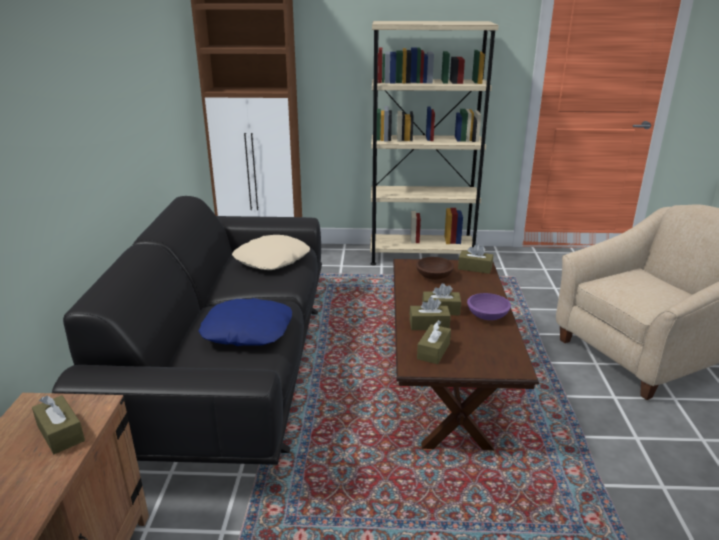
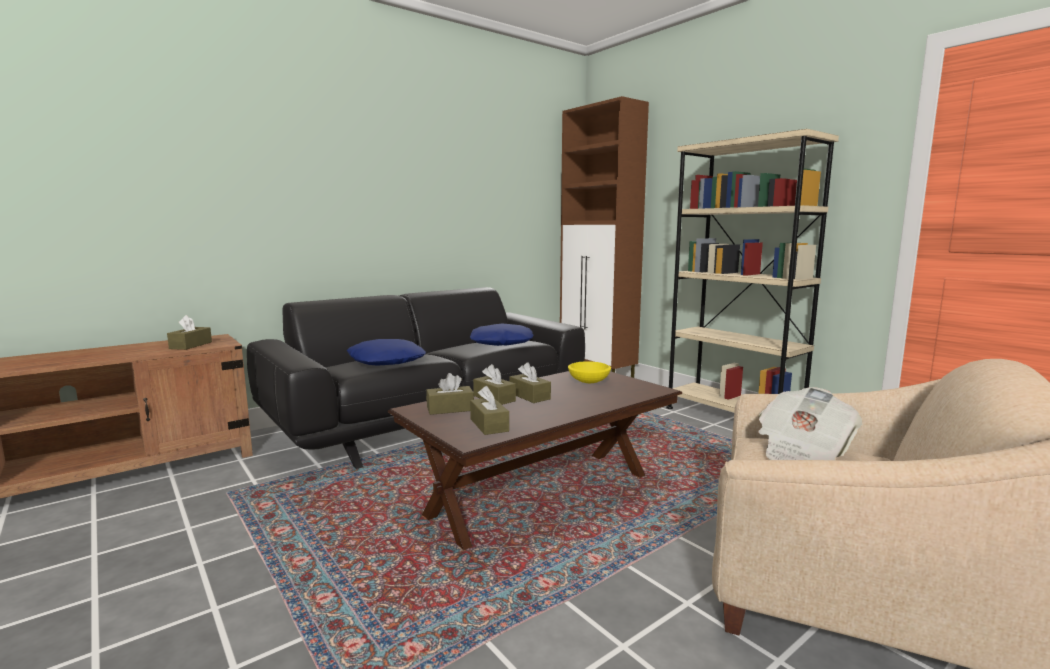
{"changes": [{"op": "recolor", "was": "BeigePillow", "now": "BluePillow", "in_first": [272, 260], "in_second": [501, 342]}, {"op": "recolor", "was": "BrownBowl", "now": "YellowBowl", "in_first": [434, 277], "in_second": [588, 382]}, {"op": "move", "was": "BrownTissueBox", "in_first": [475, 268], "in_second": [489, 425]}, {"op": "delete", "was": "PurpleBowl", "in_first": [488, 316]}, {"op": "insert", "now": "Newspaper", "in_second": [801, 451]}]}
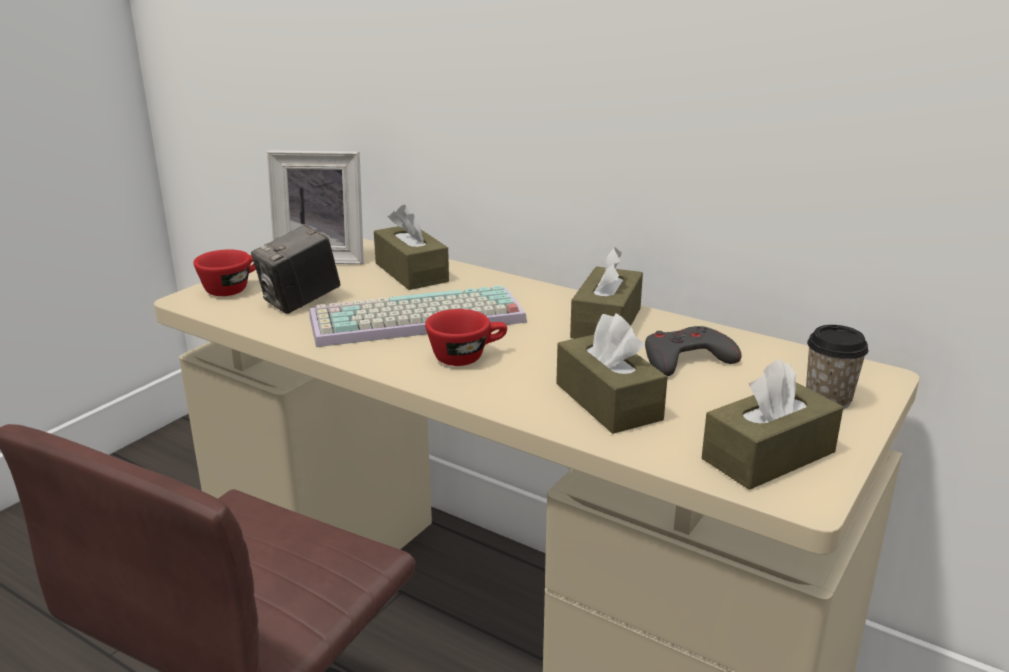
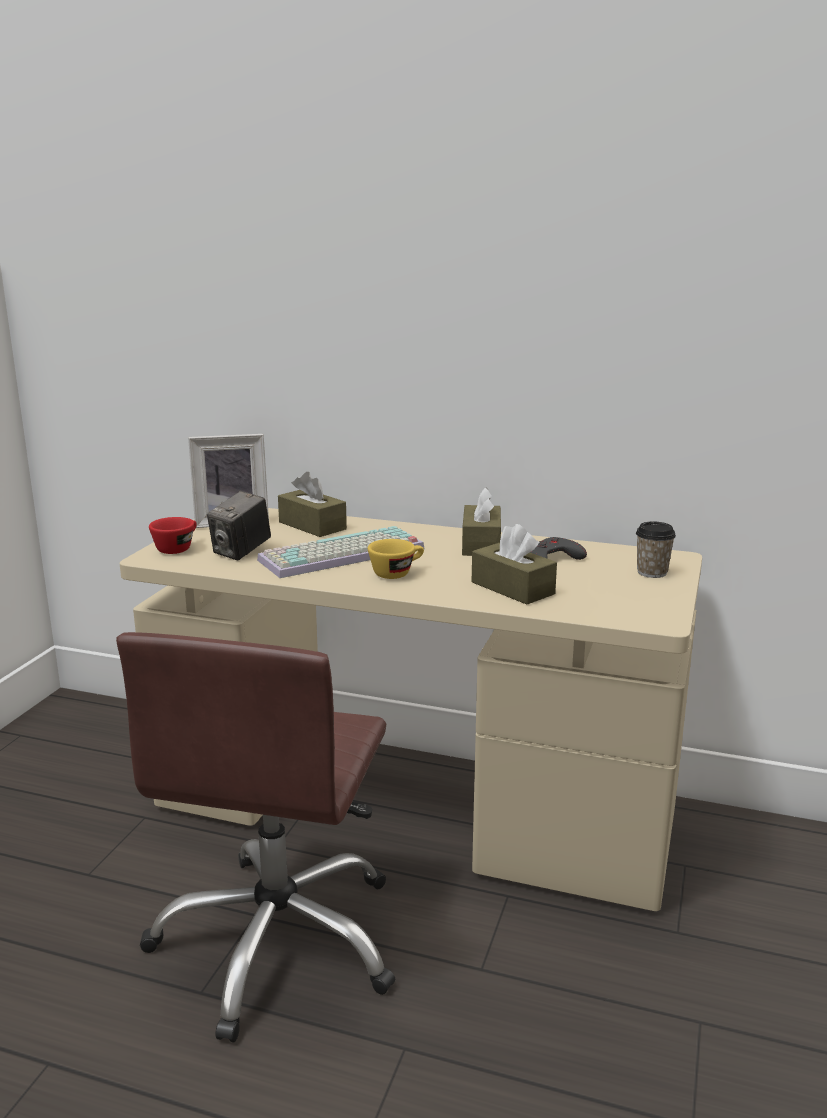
{"changes": [{"op": "recolor", "was": "RedCup", "now": "YellowCup", "in_first": [467, 356], "in_second": [397, 573]}, {"op": "delete", "was": "BrownTissueBox", "in_first": [768, 455]}]}
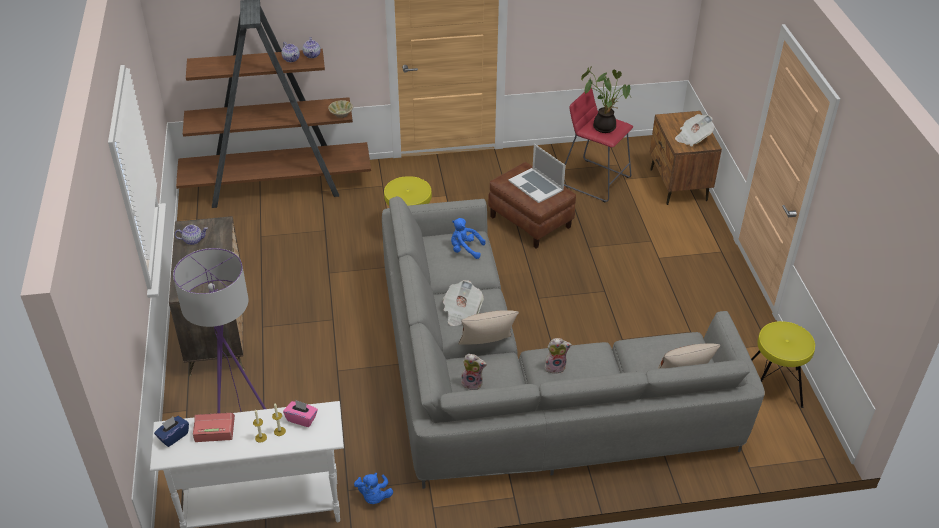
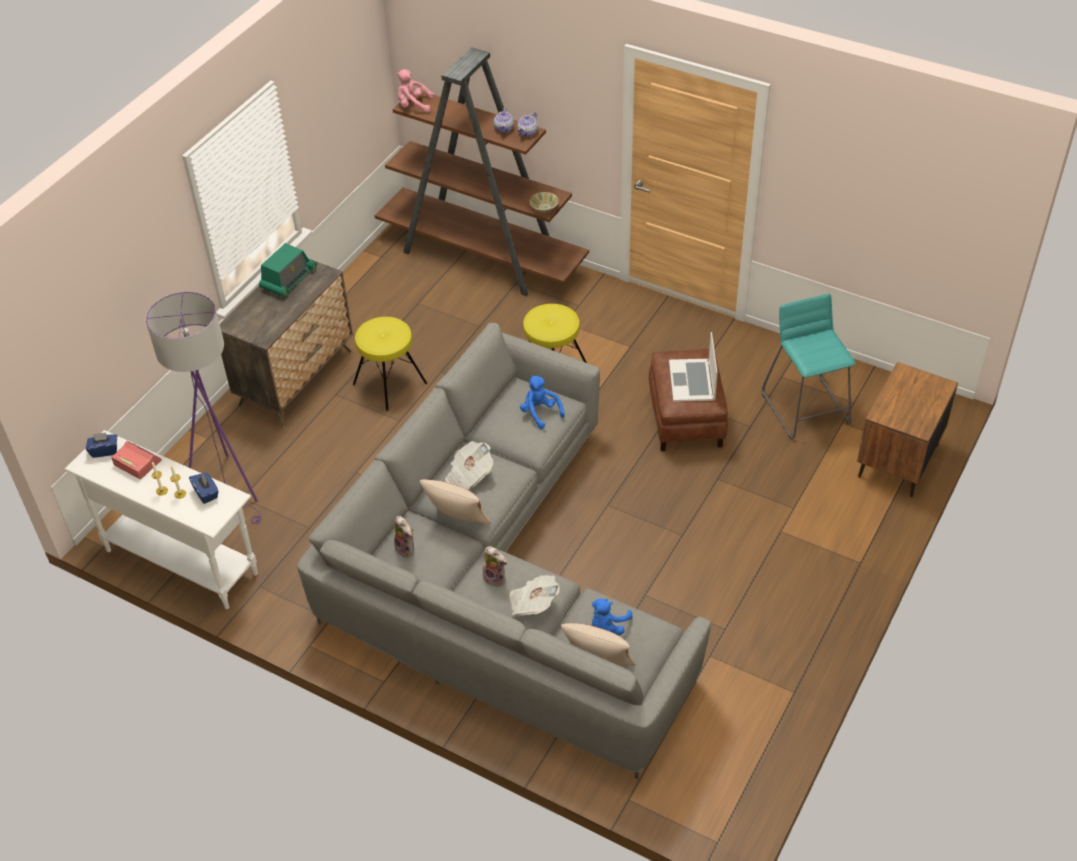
{"changes": [{"op": "replace", "was": "Teapot", "now": "Radio", "in_first": [193, 240], "in_second": [288, 279]}, {"op": "recolor", "was": "PinkTissueBox", "now": "BlueTissueBox", "in_first": [301, 419], "in_second": [206, 493]}, {"op": "move", "was": "BluePlushToy", "in_first": [374, 496], "in_second": [607, 626]}, {"op": "recolor", "was": "RedStool", "now": "TurquoiseStool", "in_first": [594, 180], "in_second": [806, 408]}, {"op": "delete", "was": "PottedPlant", "in_first": [604, 126]}, {"op": "move", "was": "Newspaper", "in_first": [692, 138], "in_second": [533, 603]}, {"op": "move", "was": "YellowStool", "in_first": [773, 385], "in_second": [390, 383]}, {"op": "insert", "now": "PinkPlushToy", "in_second": [413, 105]}]}
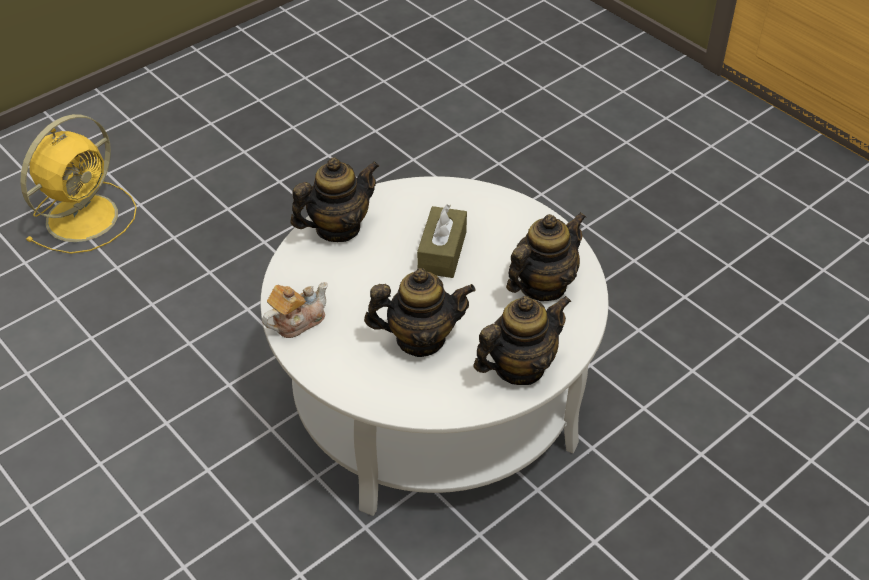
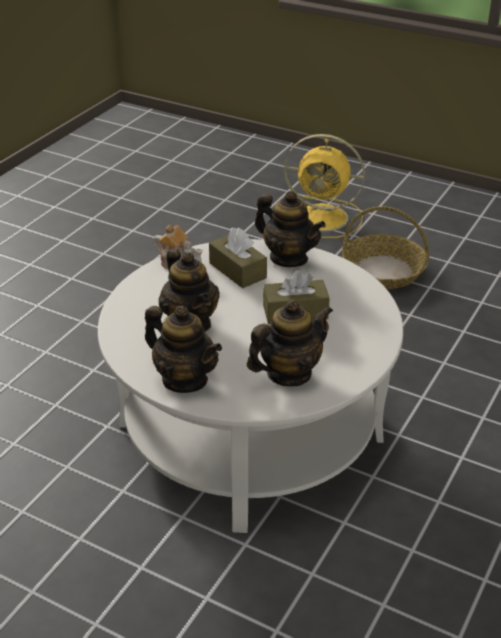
{"changes": [{"op": "rotate", "was": "Teapot", "in_first": [542, 286], "in_second": [289, 374], "clockwise": -60}, {"op": "insert", "now": "BrownTissueBox", "in_second": [237, 270]}, {"op": "insert", "now": "Basket", "in_second": [382, 271]}]}
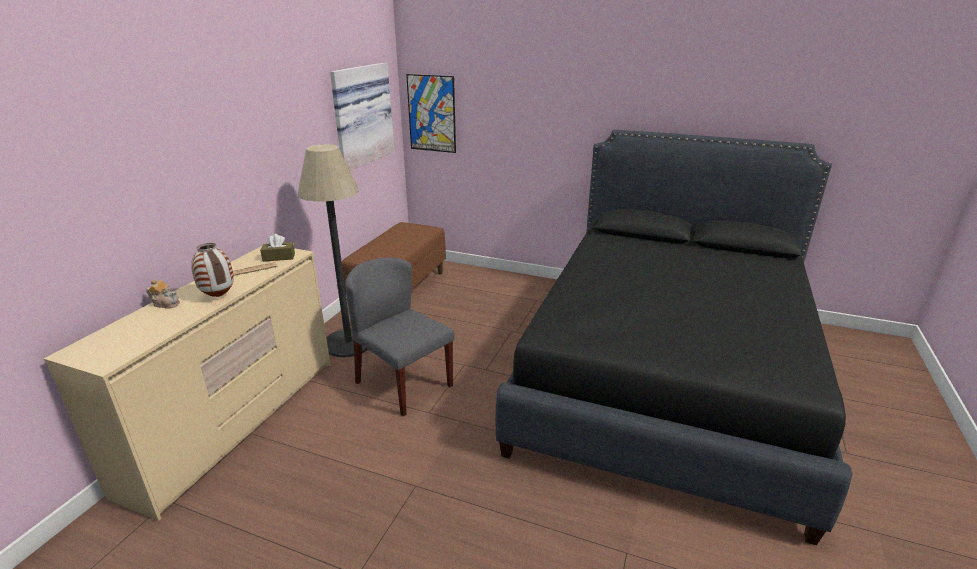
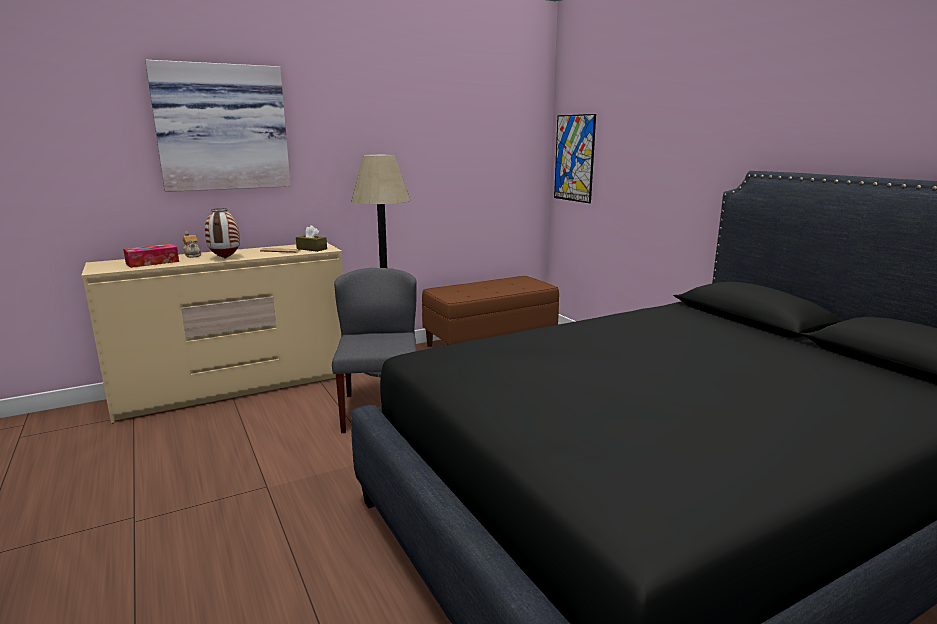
{"changes": [{"op": "move", "was": "Picture", "in_first": [360, 115], "in_second": [222, 128]}, {"op": "insert", "now": "TissueBox", "in_second": [152, 262]}]}
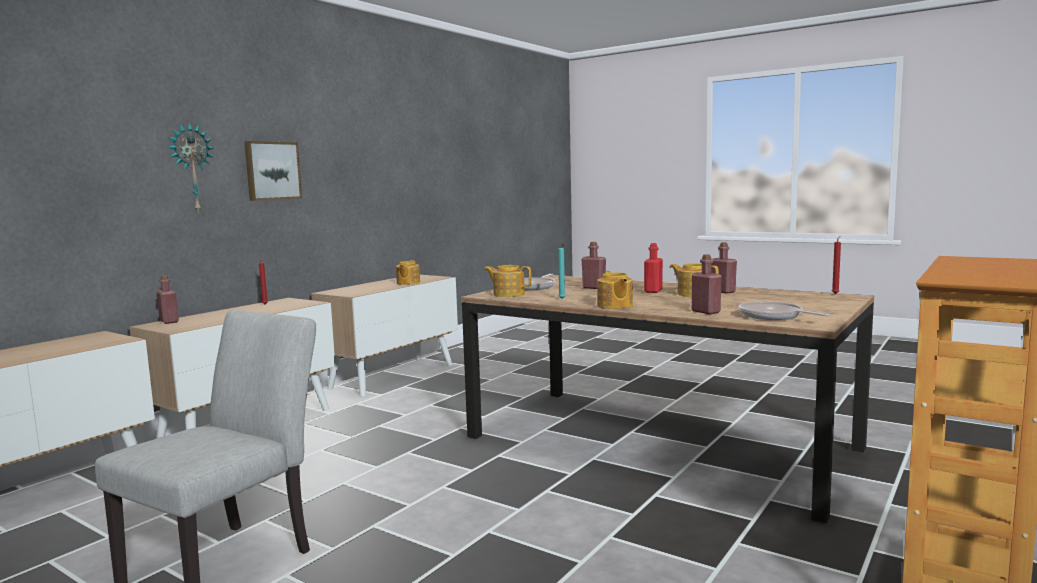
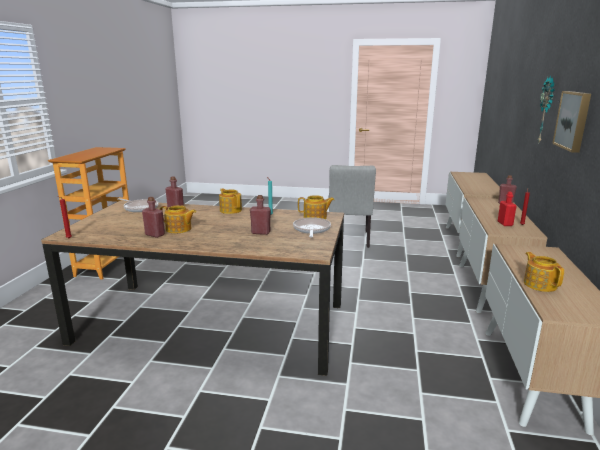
{"changes": [{"op": "move", "was": "RedBottle", "in_first": [653, 291], "in_second": [505, 224]}]}
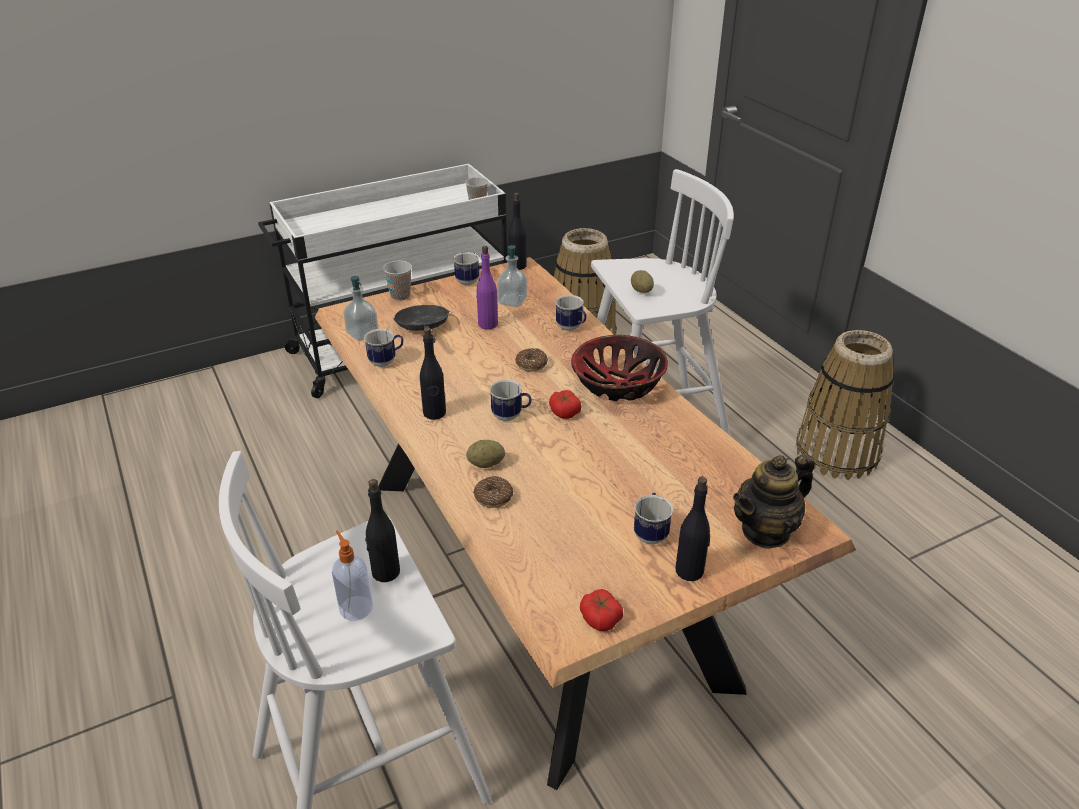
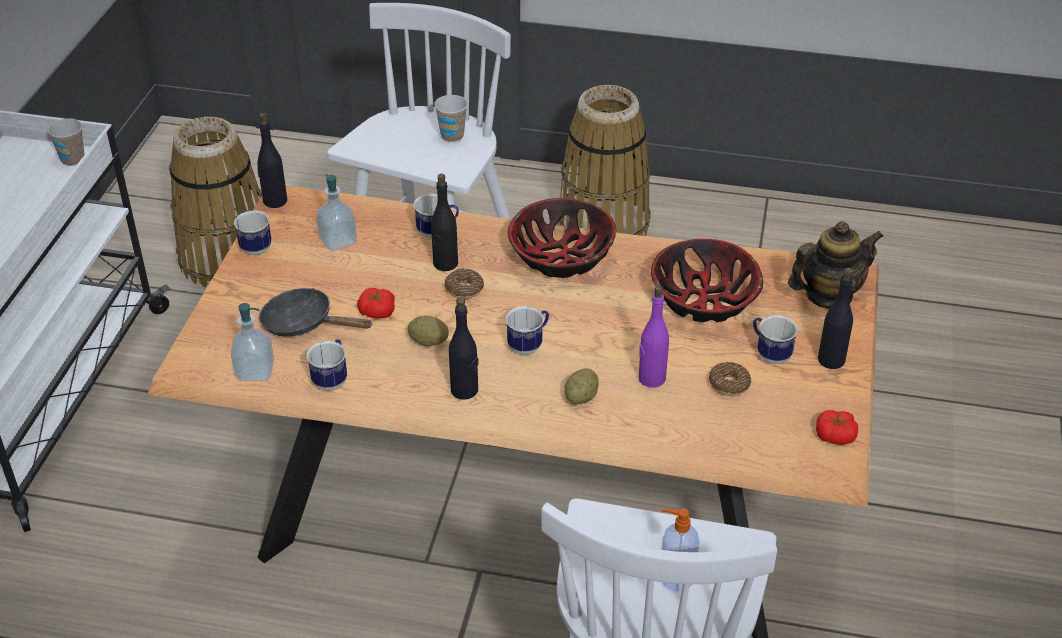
{"changes": [{"op": "move", "was": "BlackBottle", "in_first": [385, 572], "in_second": [445, 264]}, {"op": "move", "was": "Cup", "in_first": [400, 296], "in_second": [452, 136]}, {"op": "move", "was": "Donut", "in_first": [493, 497], "in_second": [729, 384]}, {"op": "move", "was": "PurpleBottle", "in_first": [487, 324], "in_second": [651, 378]}, {"op": "move", "was": "Tomato", "in_first": [564, 412], "in_second": [377, 311]}, {"op": "move", "was": "Potato", "in_first": [641, 291], "in_second": [428, 342]}, {"op": "rotate", "was": "Teapot", "in_first": [766, 531], "in_second": [828, 295], "clockwise": -120}, {"op": "insert", "now": "Bowl", "in_second": [704, 301]}]}
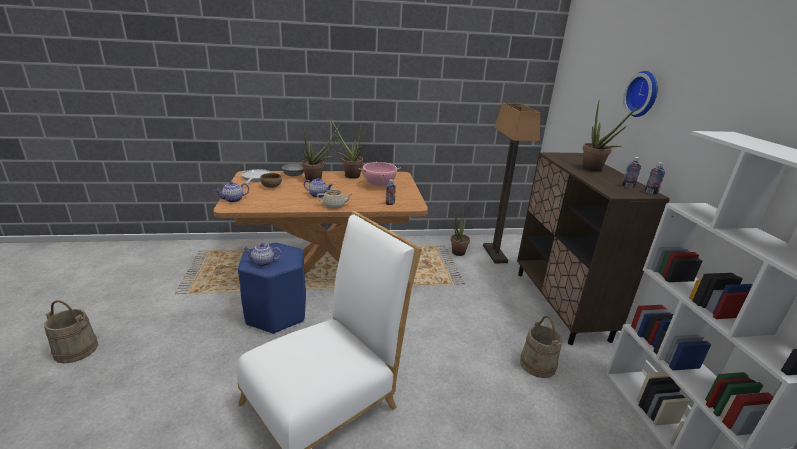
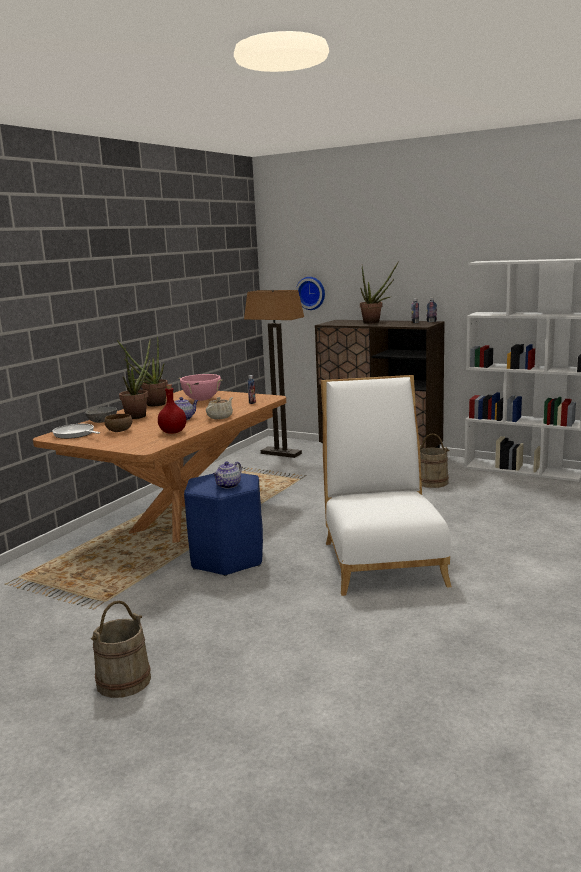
{"changes": [{"op": "delete", "was": "Teapot", "in_first": [233, 200]}, {"op": "delete", "was": "PottedPlant", "in_first": [457, 254]}, {"op": "move", "was": "WallClock", "in_first": [644, 94], "in_second": [311, 293]}, {"op": "insert", "now": "RedBottle", "in_second": [173, 432]}]}
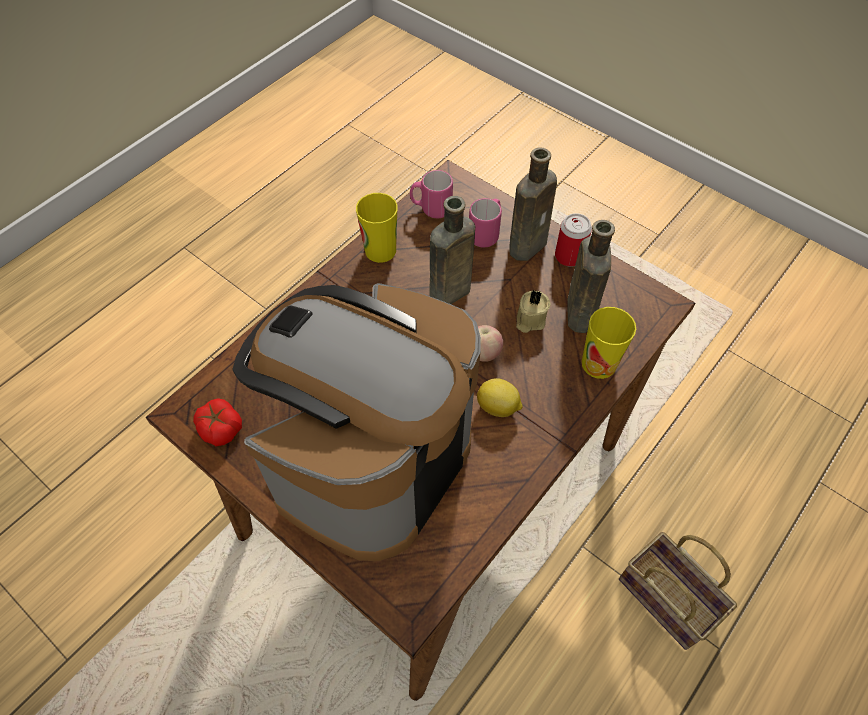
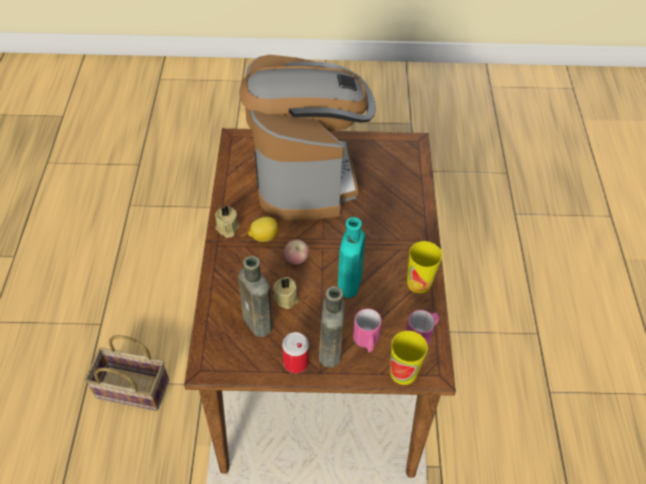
{"changes": [{"op": "delete", "was": "Tomato", "in_first": [220, 428]}, {"op": "recolor", "was": "BrownBottle", "now": "TurquoiseBottle", "in_first": [447, 294], "in_second": [350, 281]}, {"op": "move", "was": "Cup", "in_first": [598, 363], "in_second": [403, 372]}, {"op": "insert", "now": "BeigeCandle", "in_second": [227, 228]}]}
